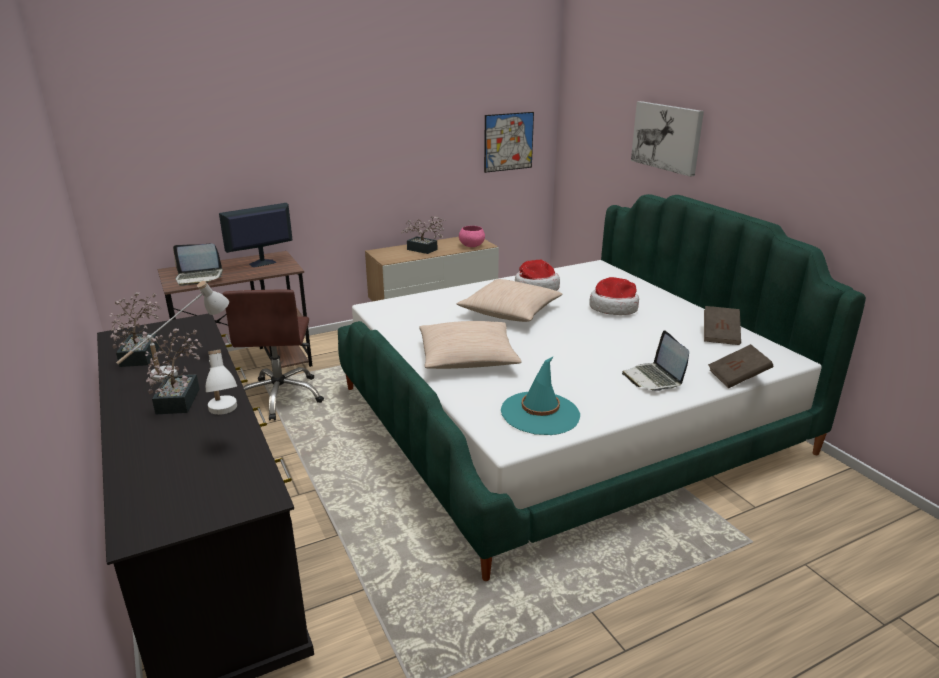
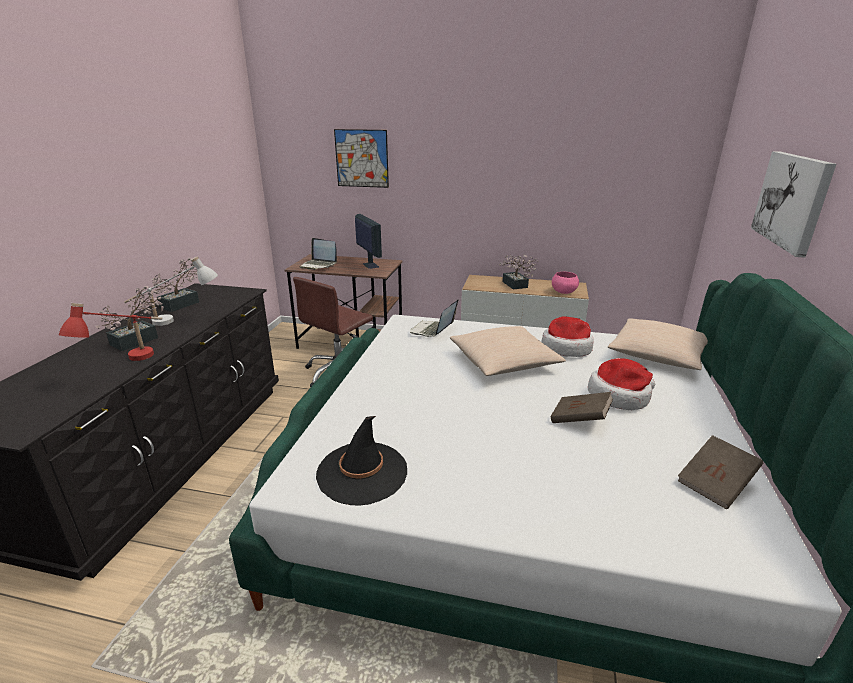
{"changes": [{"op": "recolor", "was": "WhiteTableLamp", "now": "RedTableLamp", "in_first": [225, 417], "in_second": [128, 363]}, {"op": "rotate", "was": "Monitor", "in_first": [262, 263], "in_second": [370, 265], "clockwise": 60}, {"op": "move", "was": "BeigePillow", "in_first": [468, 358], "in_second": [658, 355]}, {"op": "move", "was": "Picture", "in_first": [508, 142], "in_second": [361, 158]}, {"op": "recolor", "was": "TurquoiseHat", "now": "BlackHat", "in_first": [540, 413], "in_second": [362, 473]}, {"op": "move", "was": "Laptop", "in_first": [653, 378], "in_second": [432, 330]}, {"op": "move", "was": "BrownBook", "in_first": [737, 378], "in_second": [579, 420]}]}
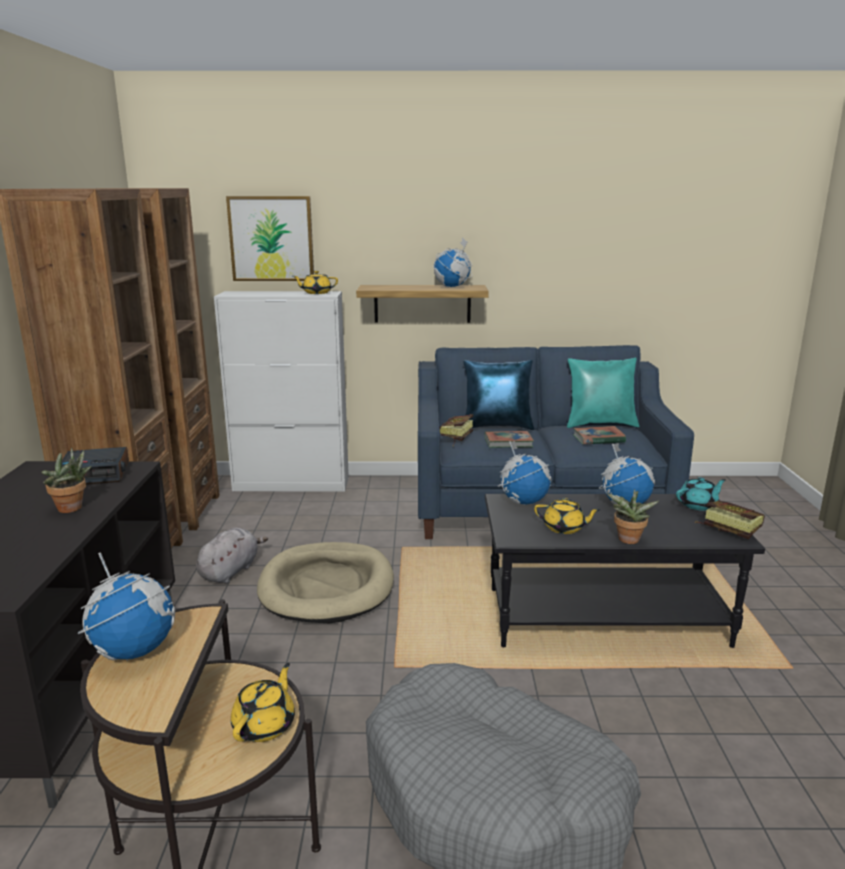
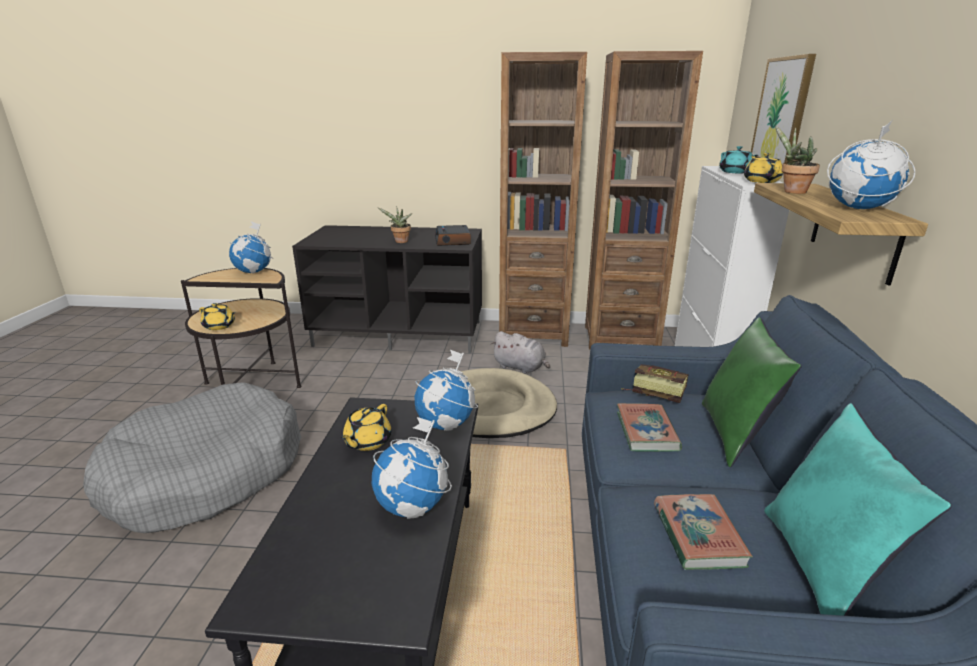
{"changes": [{"op": "recolor", "was": "BluePillow", "now": "GreenPillow", "in_first": [497, 426], "in_second": [735, 435]}, {"op": "move", "was": "PottedPlant", "in_first": [627, 541], "in_second": [791, 191]}, {"op": "move", "was": "TurquoiseTeapot", "in_first": [698, 505], "in_second": [735, 172]}, {"op": "delete", "was": "Book", "in_first": [726, 529]}]}
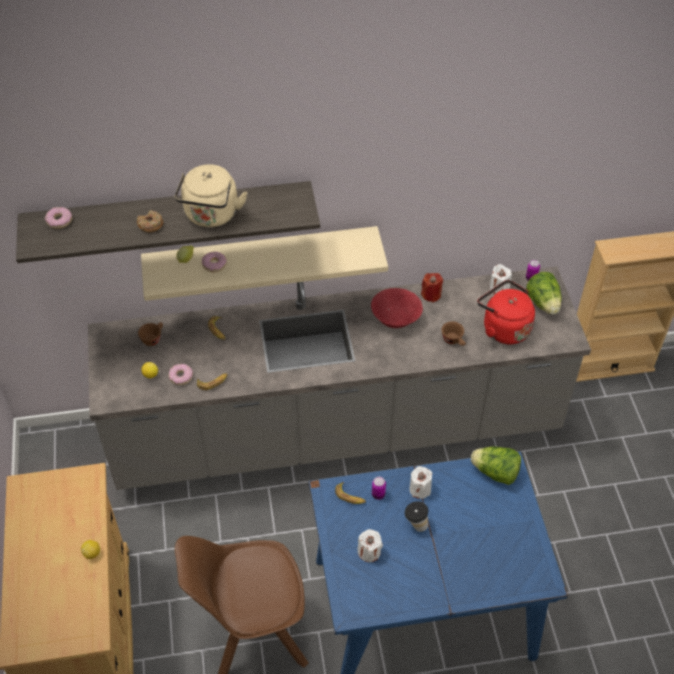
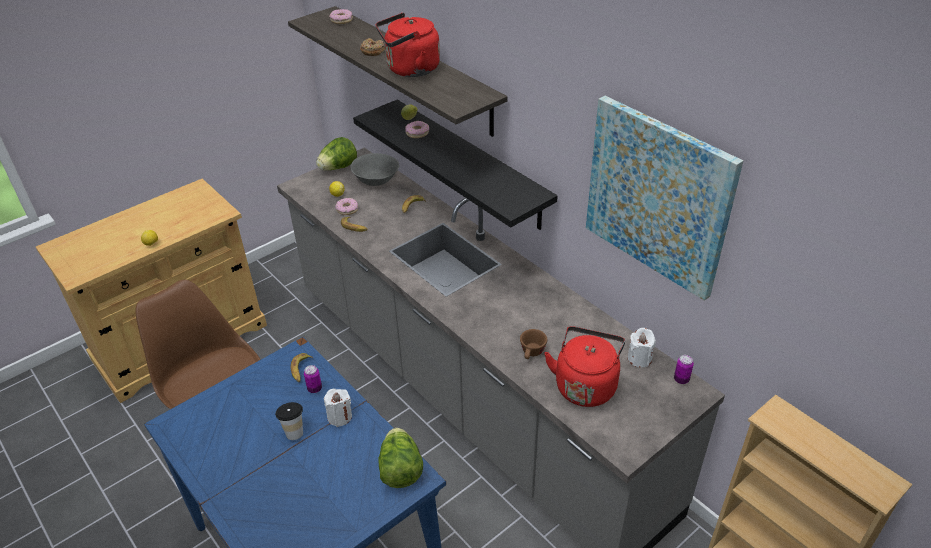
{"changes": [{"op": "replace", "was": "BrownCup", "now": "GreyBowl", "in_first": [153, 338], "in_second": [375, 180]}, {"op": "recolor", "was": "BeigeShelf", "now": "BlackShelf", "in_first": [261, 256], "in_second": [470, 163]}, {"op": "recolor", "was": "BeigeKettle", "now": "RedKettle", "in_first": [211, 216], "in_second": [410, 70]}, {"op": "delete", "was": "WhiteCandle", "in_first": [369, 552]}, {"op": "delete", "was": "RedBowl", "in_first": [395, 318]}, {"op": "delete", "was": "RedCandle", "in_first": [431, 295]}, {"op": "move", "was": "Lettuce", "in_first": [543, 303], "in_second": [338, 167]}, {"op": "insert", "now": "Picture", "in_second": [658, 196]}]}
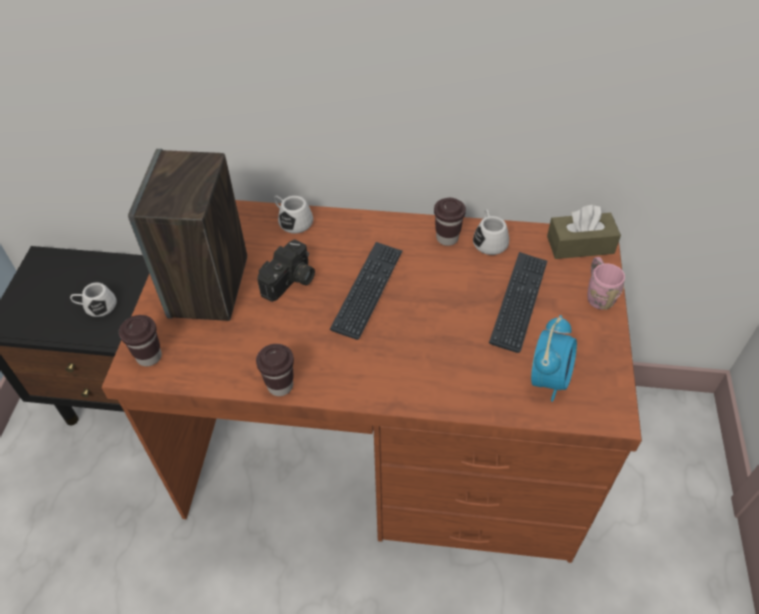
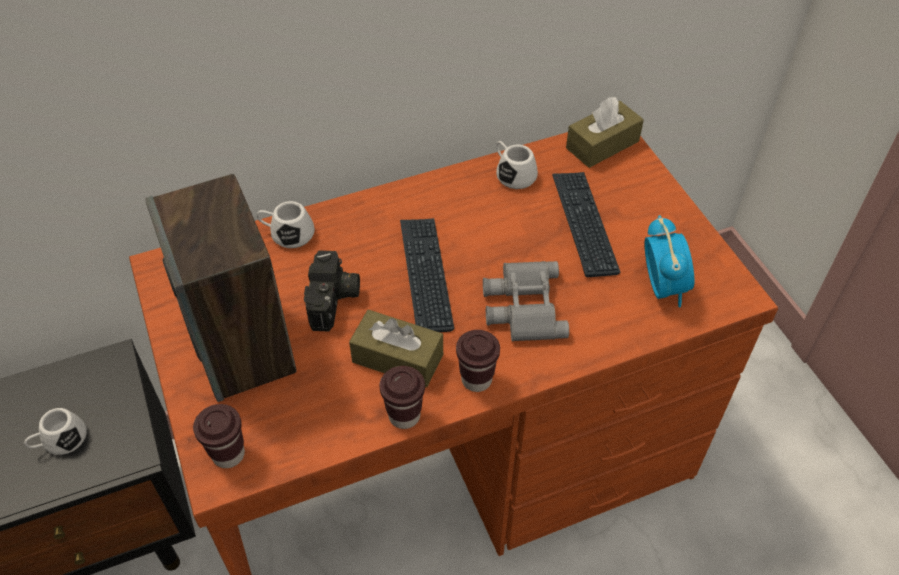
{"changes": [{"op": "move", "was": "BrownCup", "in_first": [447, 238], "in_second": [476, 379]}, {"op": "delete", "was": "PinkMug", "in_first": [598, 294]}, {"op": "insert", "now": "BrownTissueBox", "in_second": [397, 358]}, {"op": "insert", "now": "GreyBinoculars", "in_second": [522, 305]}]}
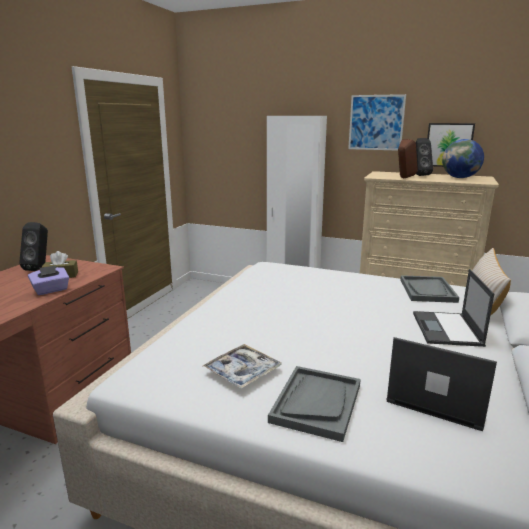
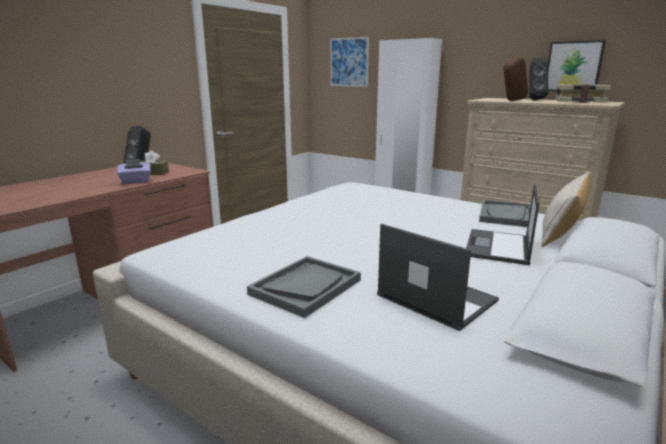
{"changes": [{"op": "delete", "was": "Tray", "in_first": [242, 372]}, {"op": "move", "was": "Picture", "in_first": [376, 122], "in_second": [349, 62]}, {"op": "replace", "was": "Globe", "now": "Book", "in_first": [460, 178], "in_second": [579, 102]}]}
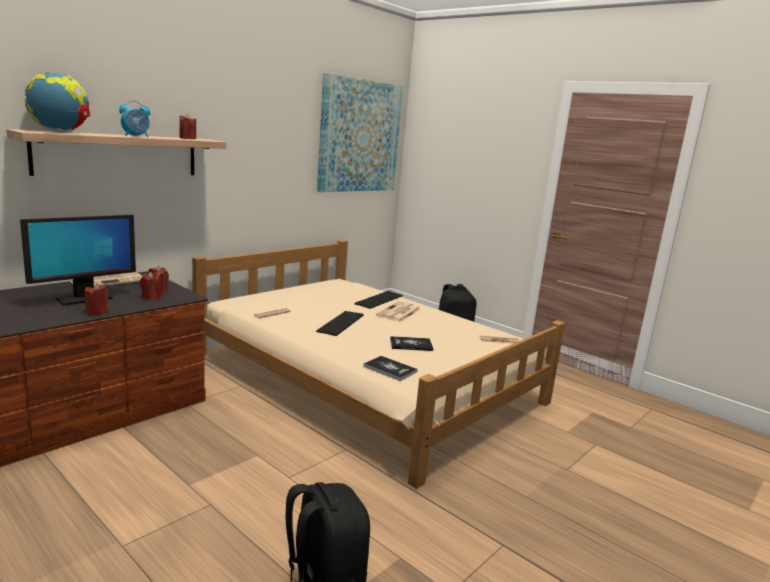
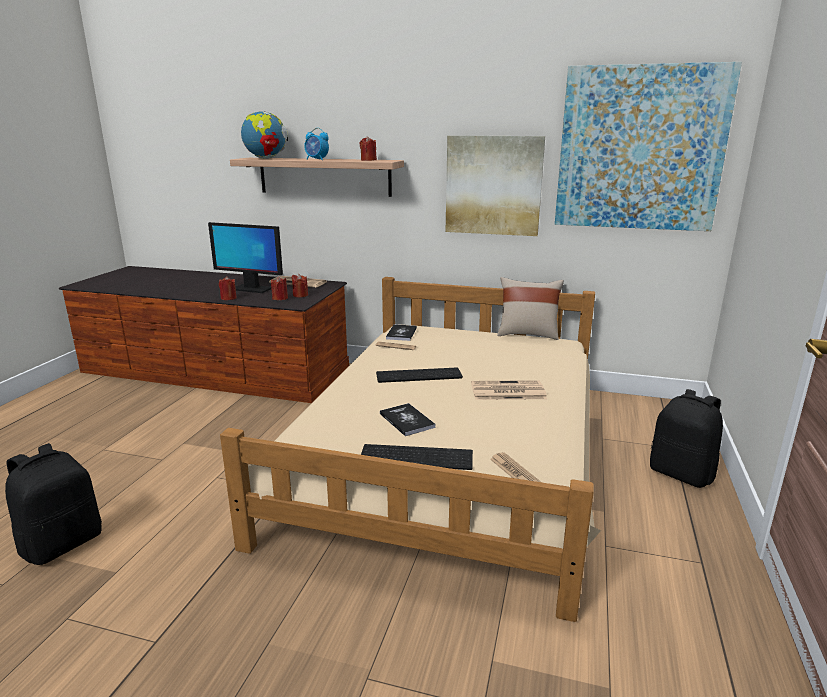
{"changes": [{"op": "move", "was": "Keyboard", "in_first": [378, 299], "in_second": [417, 456]}, {"op": "move", "was": "Book", "in_first": [390, 369], "in_second": [401, 333]}, {"op": "insert", "now": "Picture", "in_second": [493, 185]}, {"op": "insert", "now": "BeigePillow", "in_second": [527, 334]}]}
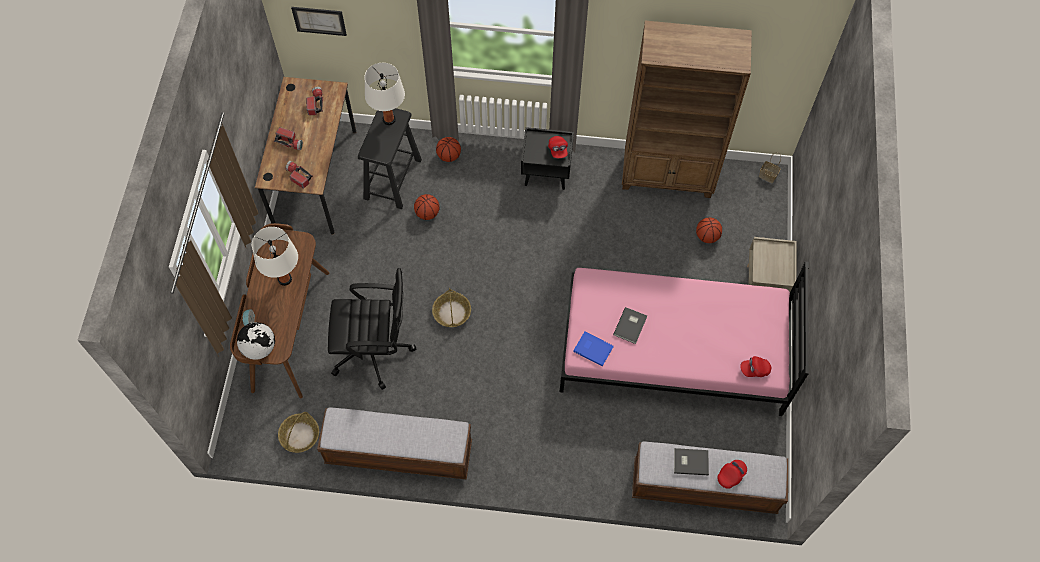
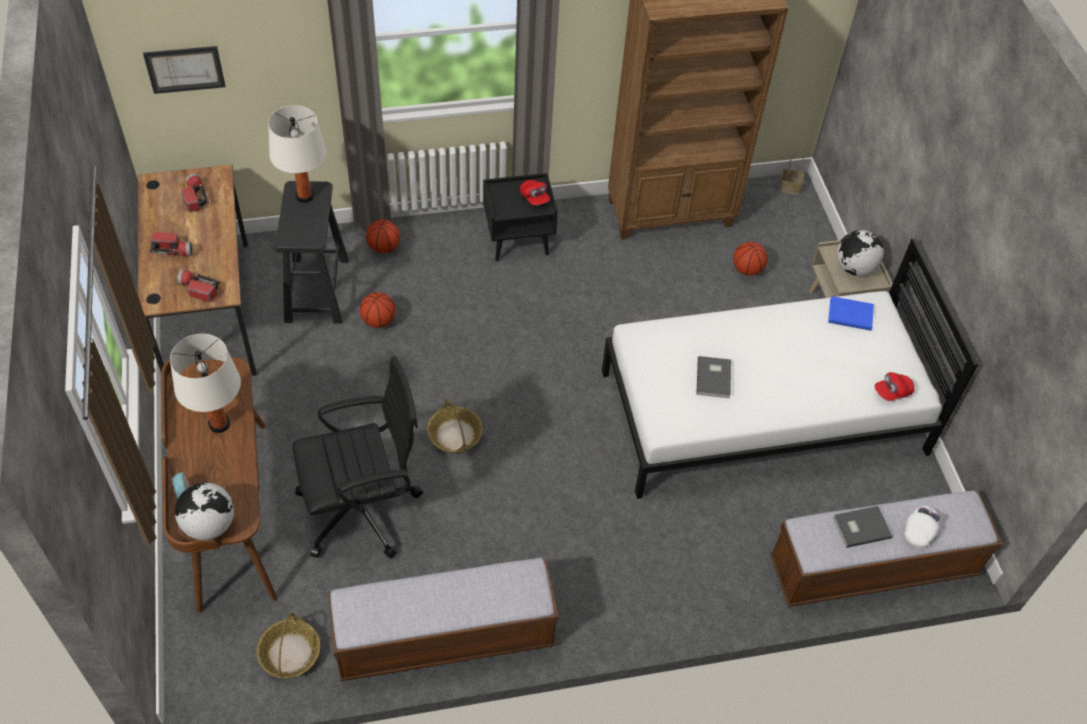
{"changes": [{"op": "recolor", "was": "PinkBed", "now": "WhiteBed", "in_first": [673, 352], "in_second": [763, 412]}, {"op": "move", "was": "BlueBook", "in_first": [593, 348], "in_second": [849, 313]}, {"op": "recolor", "was": "RedCap", "now": "WhiteCap", "in_first": [731, 475], "in_second": [919, 530]}, {"op": "insert", "now": "Globe", "in_second": [854, 268]}]}
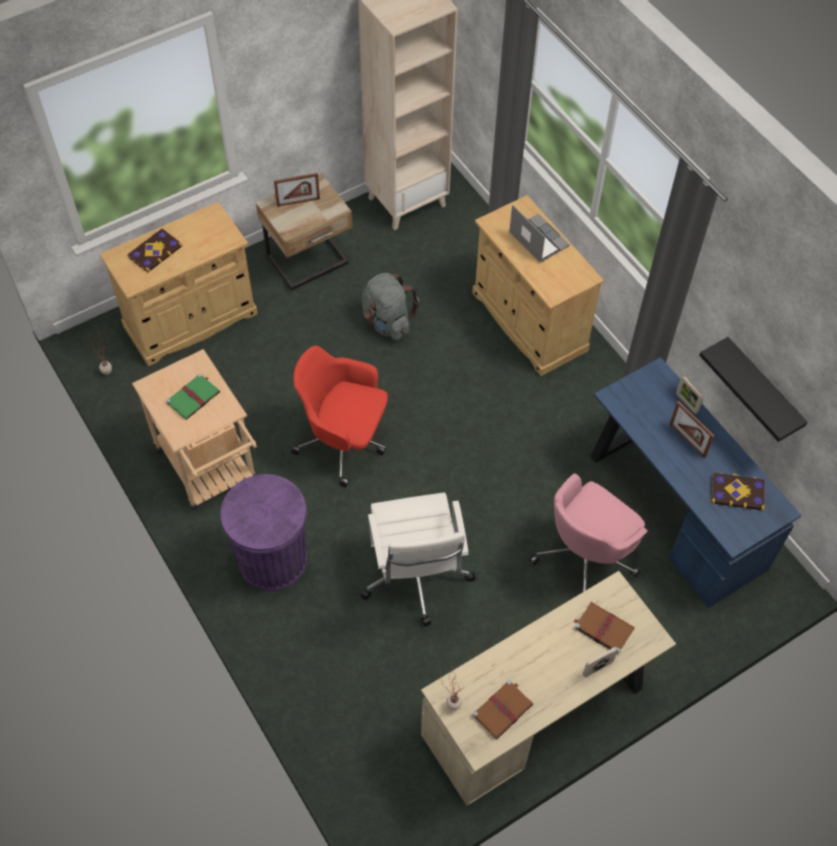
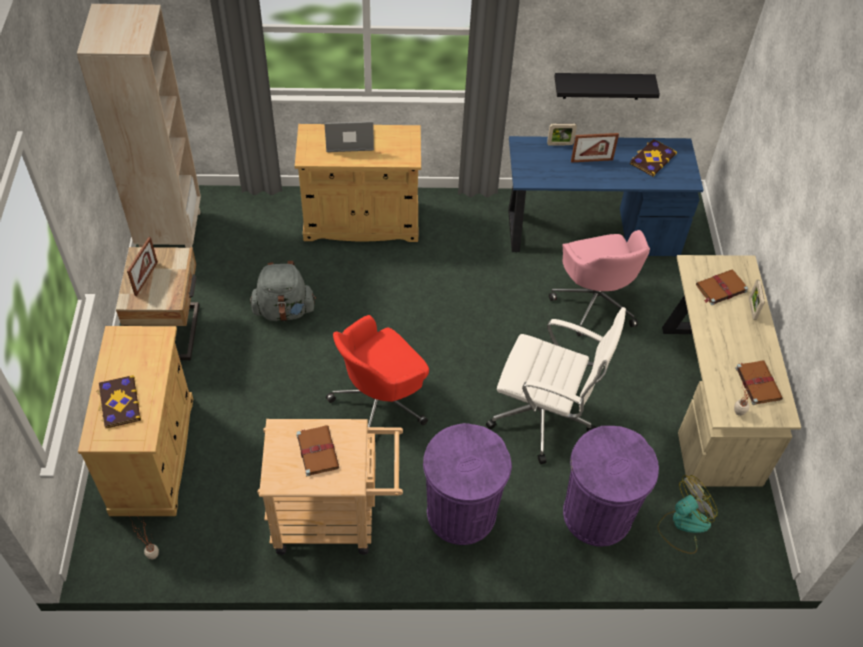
{"changes": [{"op": "recolor", "was": "GreenBook", "now": "BrownBook", "in_first": [194, 397], "in_second": [317, 450]}, {"op": "insert", "now": "PurpleTrashCan", "in_second": [597, 515]}, {"op": "insert", "now": "Fan", "in_second": [683, 525]}]}
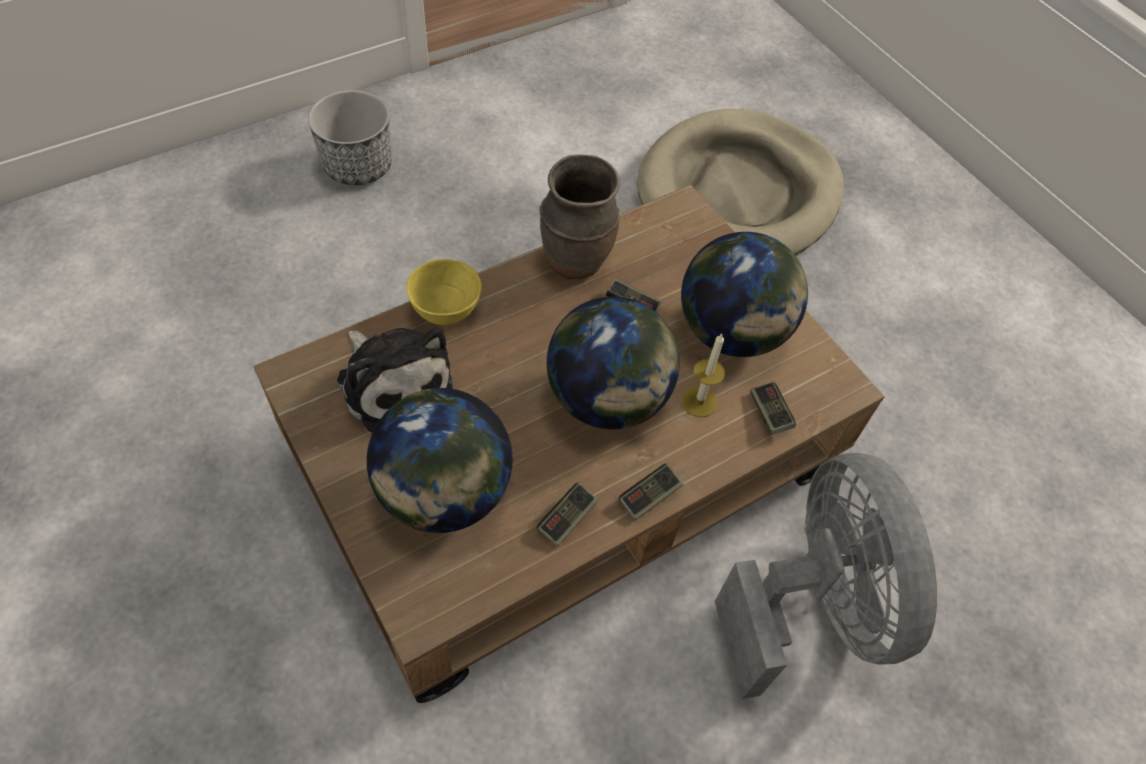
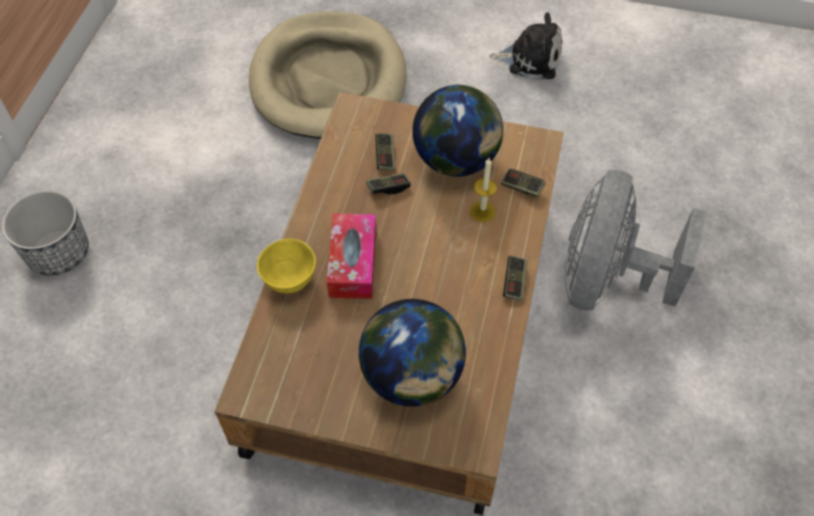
{"changes": [{"op": "move", "was": "PlushToy", "in_first": [393, 380], "in_second": [530, 58]}, {"op": "move", "was": "GameController", "in_first": [567, 519], "in_second": [385, 156]}, {"op": "delete", "was": "BrownVase", "in_first": [575, 260]}, {"op": "delete", "was": "Globe", "in_first": [607, 399]}, {"op": "rotate", "was": "GreyFan", "in_first": [812, 604], "in_second": [606, 279], "clockwise": -105}, {"op": "insert", "now": "TissueBox", "in_second": [353, 263]}]}
